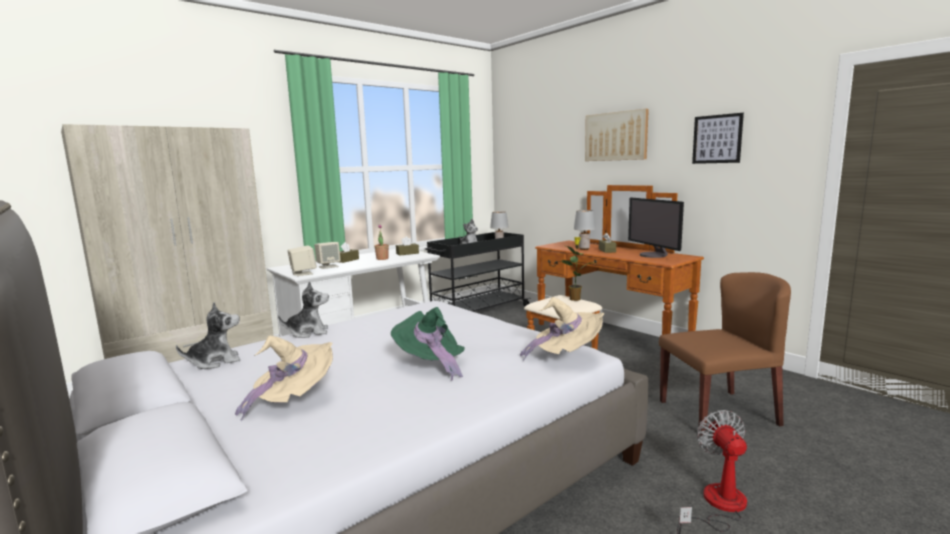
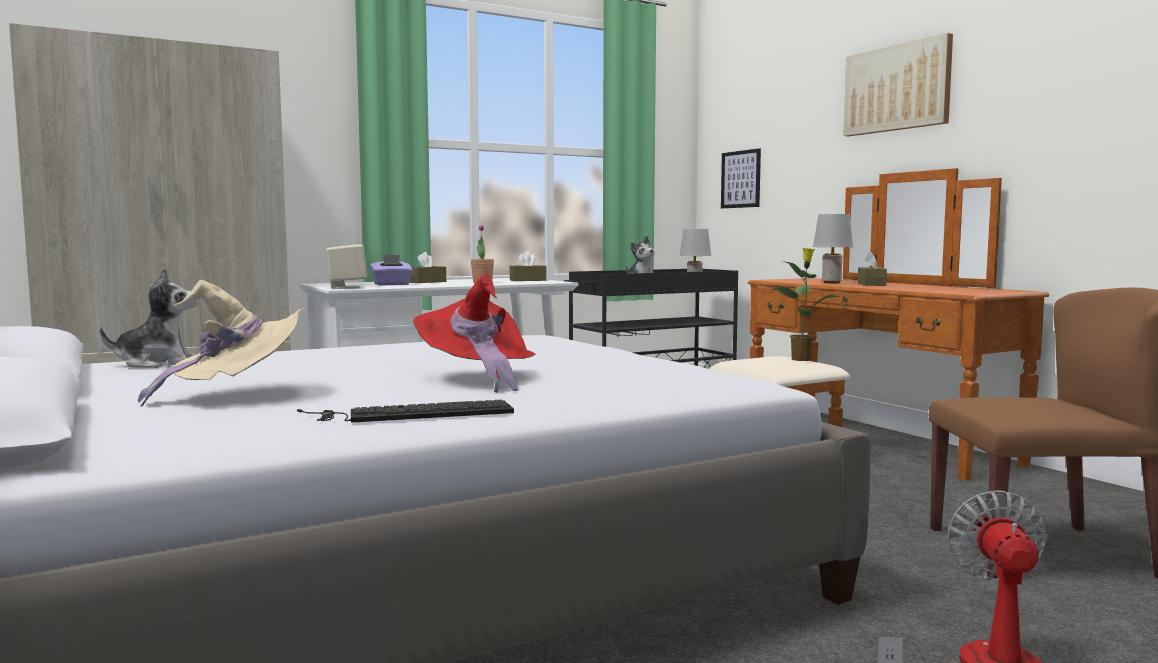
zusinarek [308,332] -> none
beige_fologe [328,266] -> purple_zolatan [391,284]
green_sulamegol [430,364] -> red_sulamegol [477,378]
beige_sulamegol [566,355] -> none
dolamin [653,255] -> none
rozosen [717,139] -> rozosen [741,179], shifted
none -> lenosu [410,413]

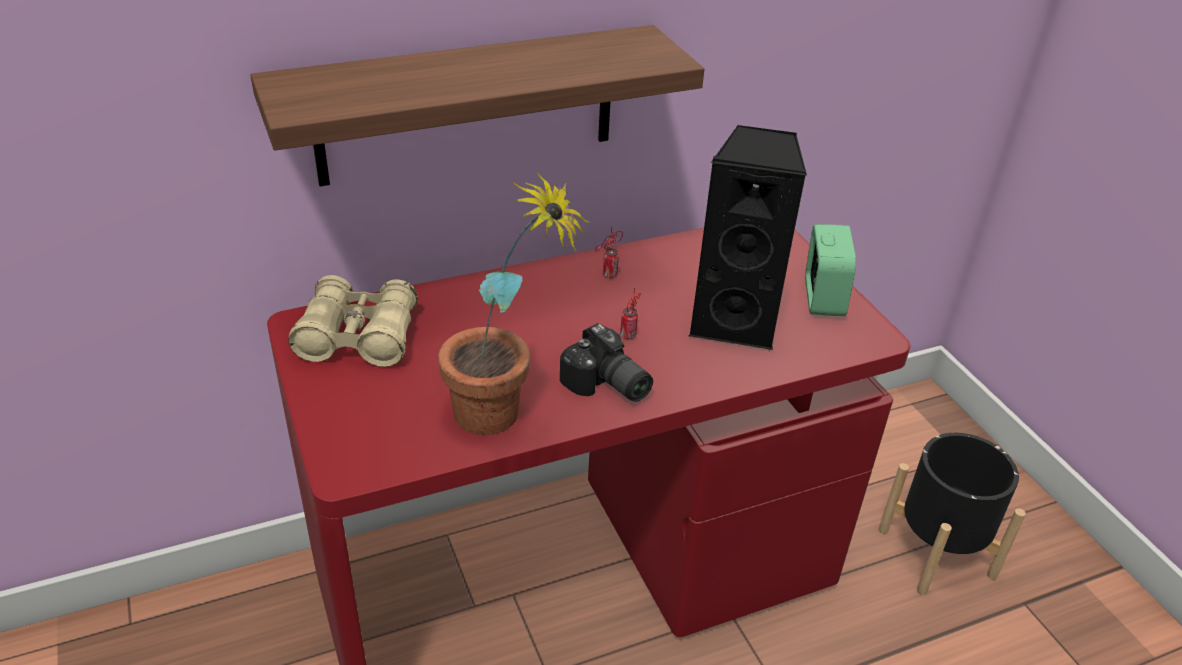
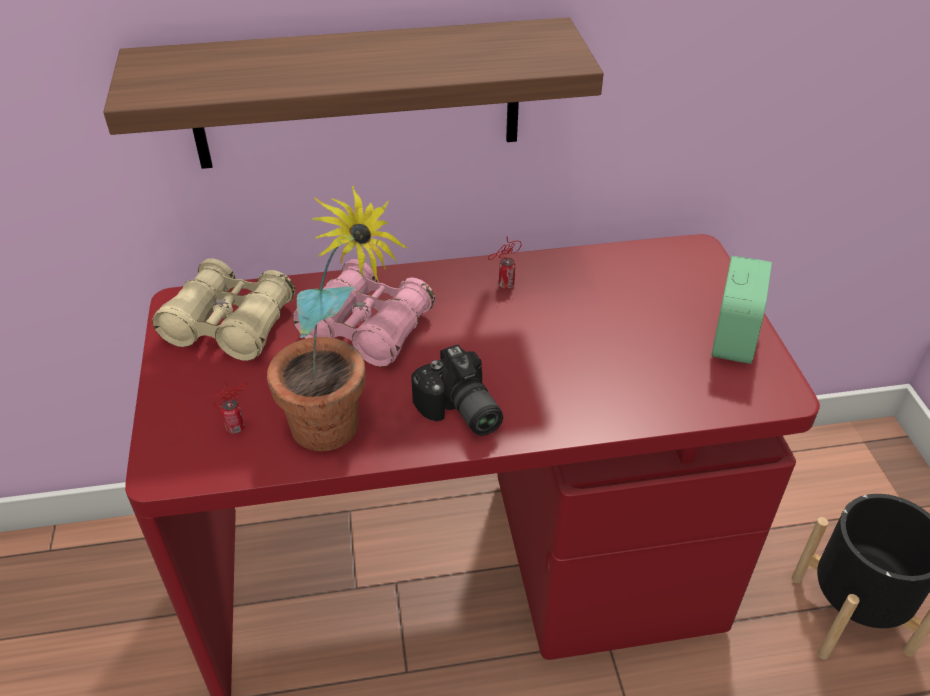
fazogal [628,334] -> fazogal [237,426], shifted
black_fologe [735,322] -> none
none -> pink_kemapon [367,328]

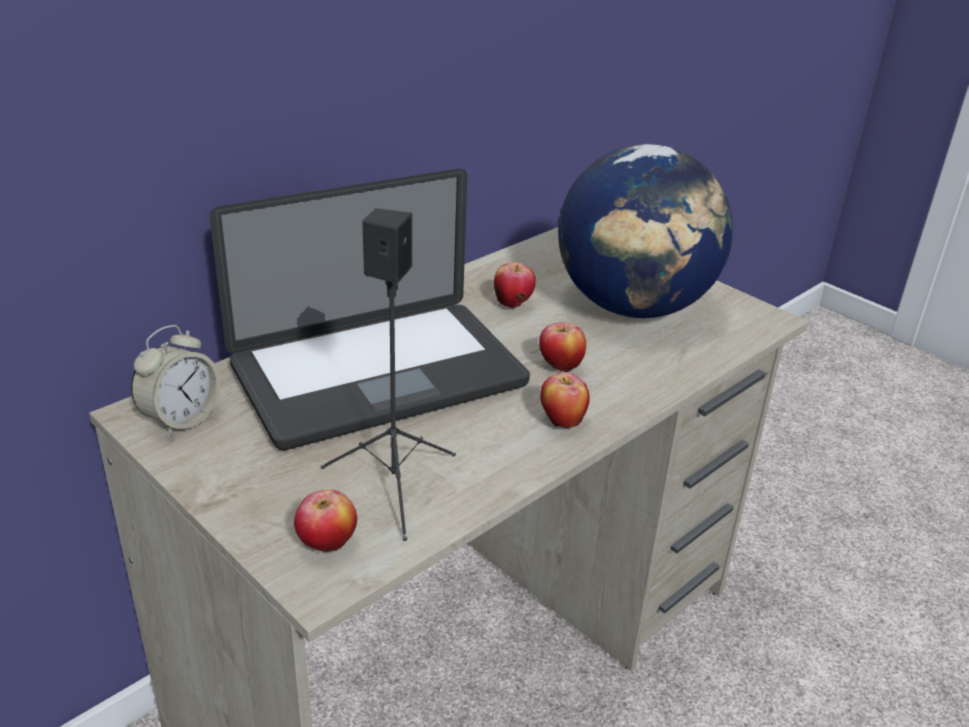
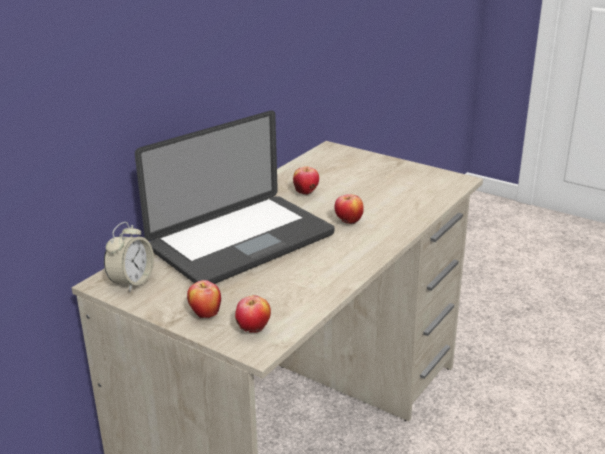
black_fologe [395,484] -> none
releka [561,421] -> releka [205,314], shifted
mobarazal [634,307] -> none

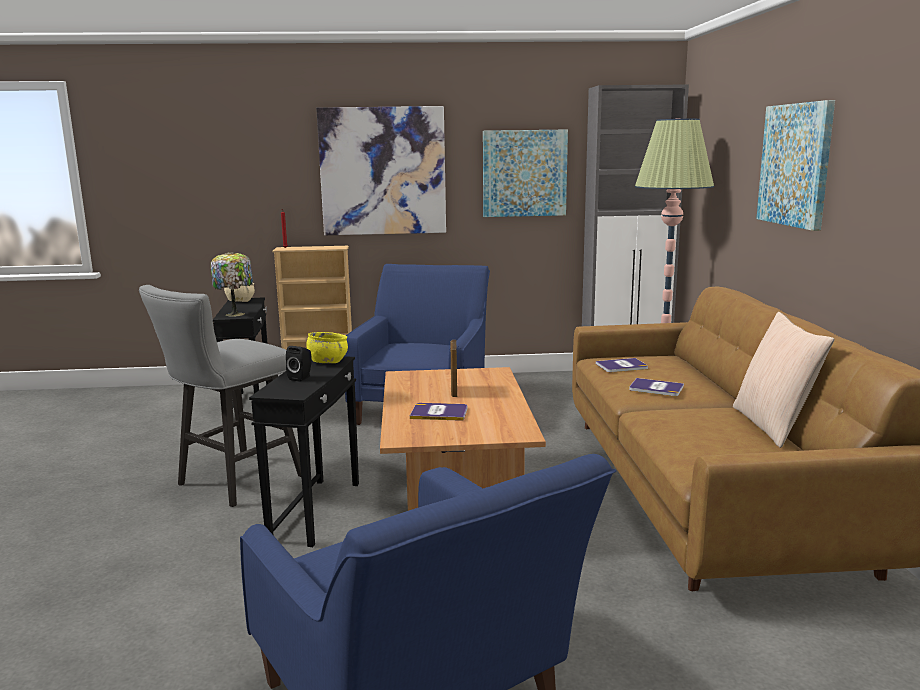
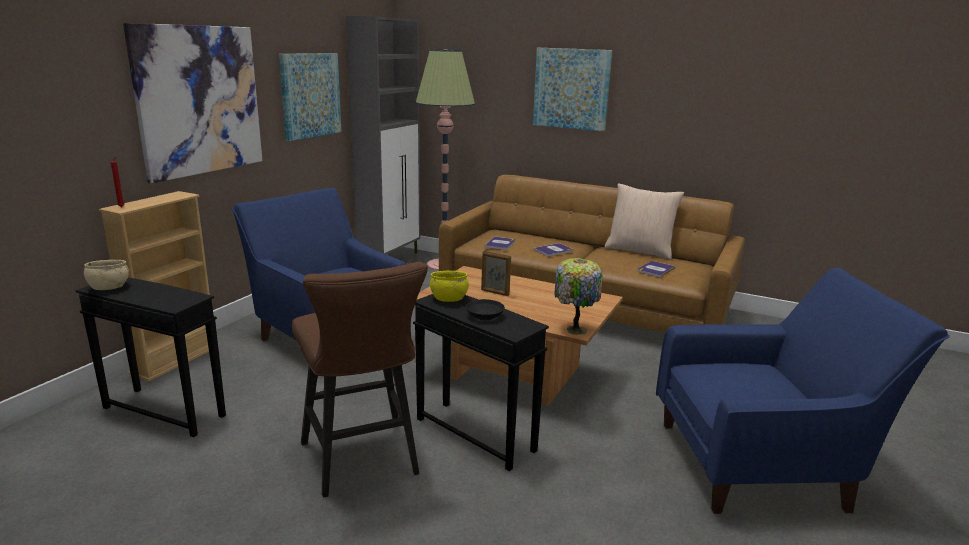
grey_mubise [233,483] -> brown_mubise [363,463]
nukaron [236,314] -> nukaron [575,329], shifted
black_fologe [301,378] -> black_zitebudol [485,315]
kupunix [439,413] -> kupunix [656,270], shifted

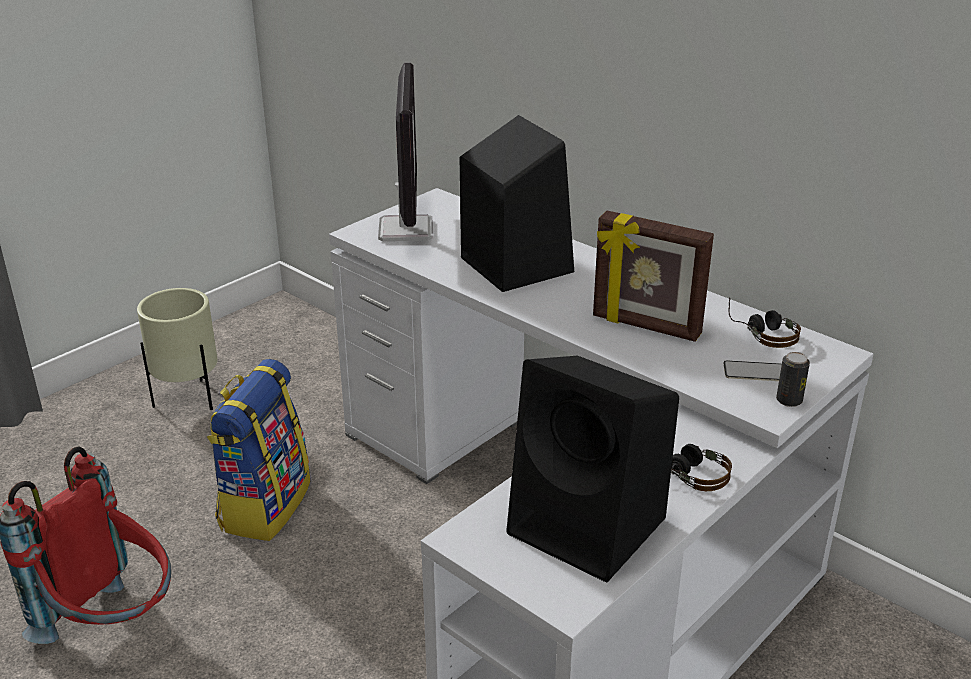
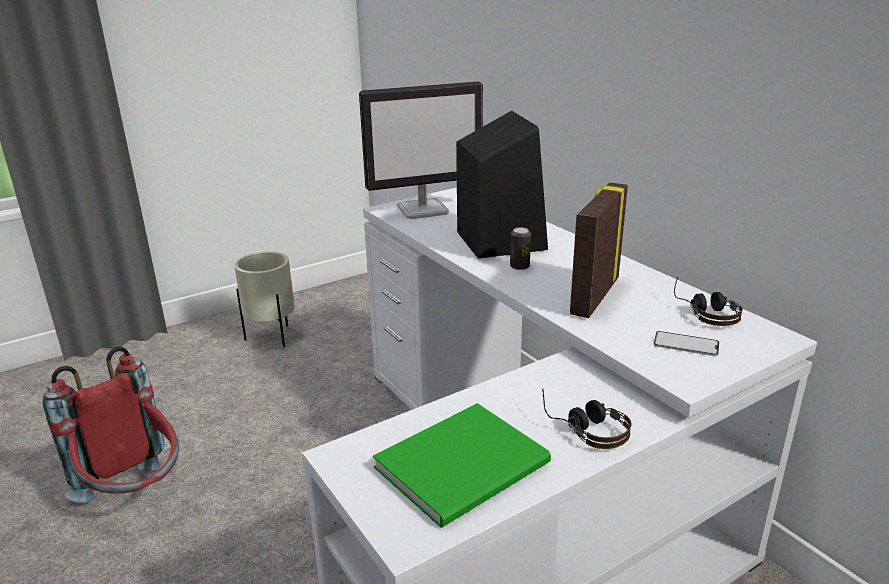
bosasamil [264,505] -> none
dolamin [405,229] -> dolamin [423,210], 60 degrees clockwise
black_fologe [591,527] -> green_kupunix [468,465]
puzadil [645,326] -> puzadil [593,296], 75 degrees clockwise
fazogal [789,400] -> fazogal [519,266], shifted

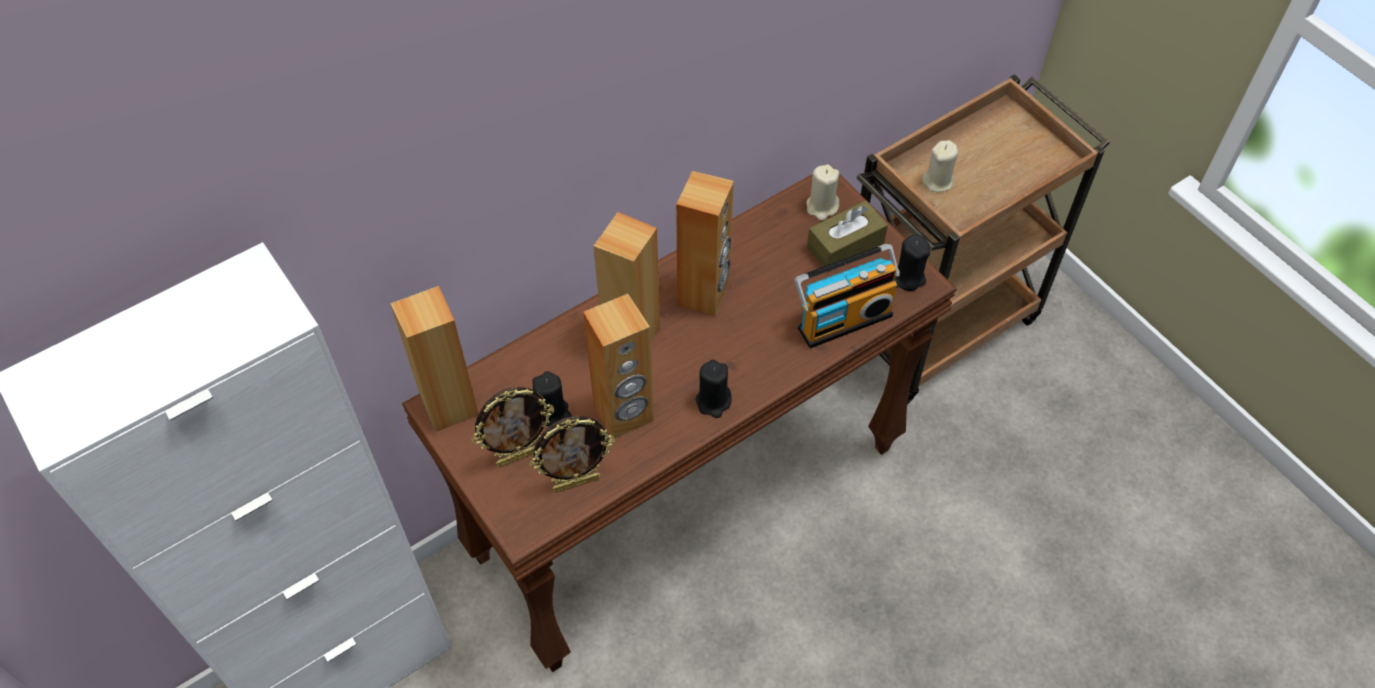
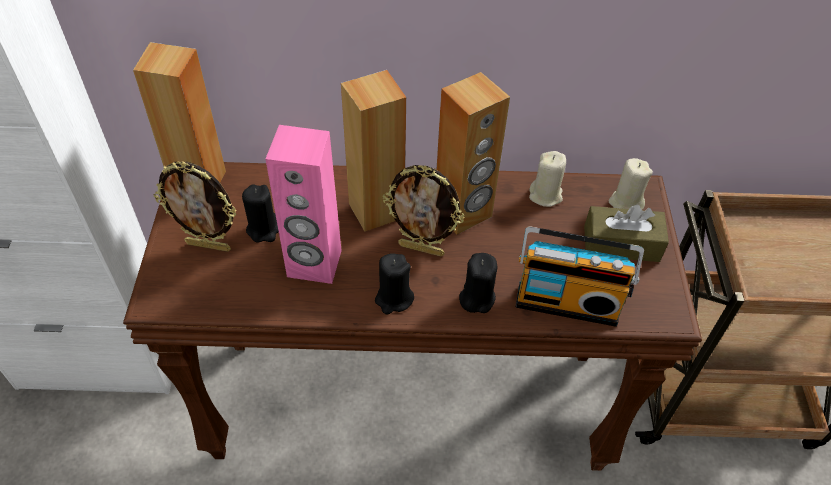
puzadil [576,483] -> puzadil [422,249], shifted
brown_fologe [624,414] -> pink_fologe [314,264]
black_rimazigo [908,277] -> black_rimazigo [476,298], shifted
beige_rimazigo [938,181] -> beige_rimazigo [545,195], shifted

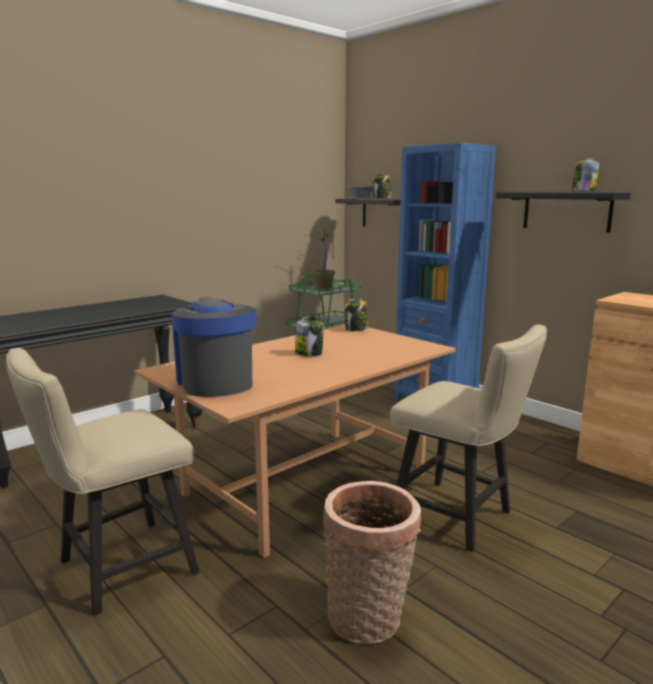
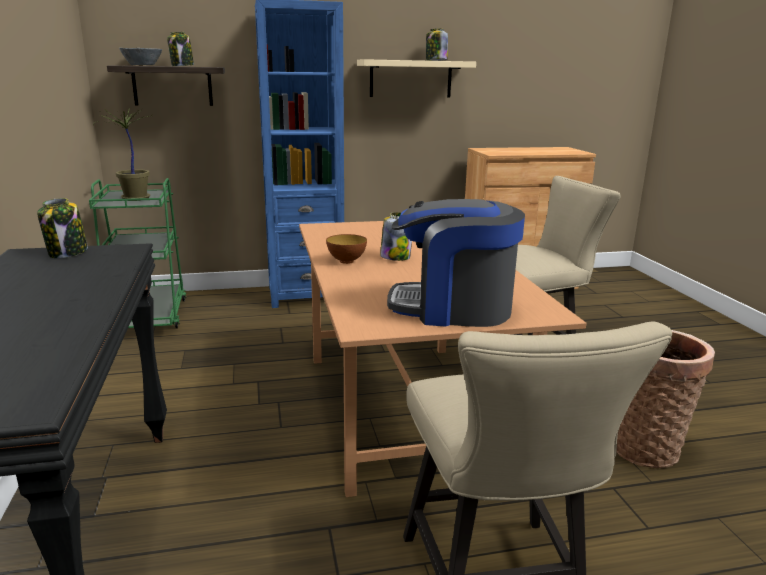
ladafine [356,329] -> ladafine [67,253], shifted
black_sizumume [566,211] -> beige_sizumume [410,79]
none -> zitebudol [346,261]

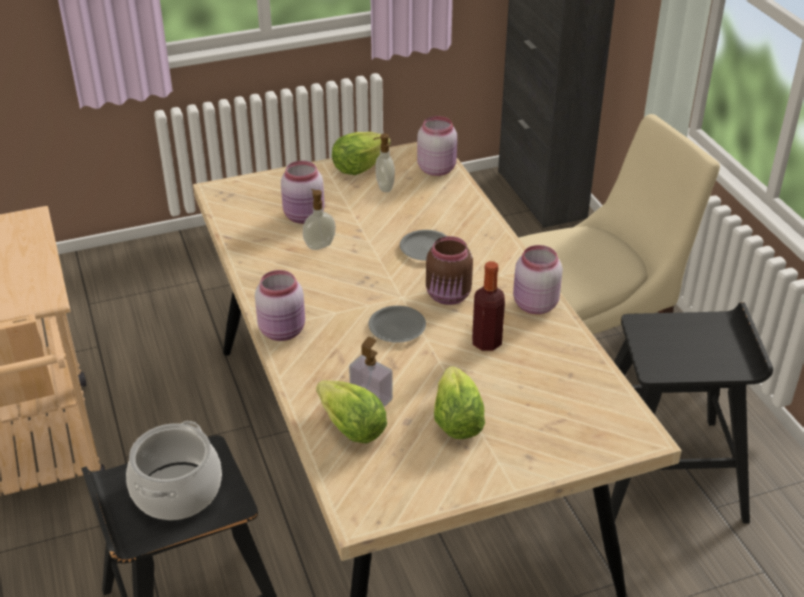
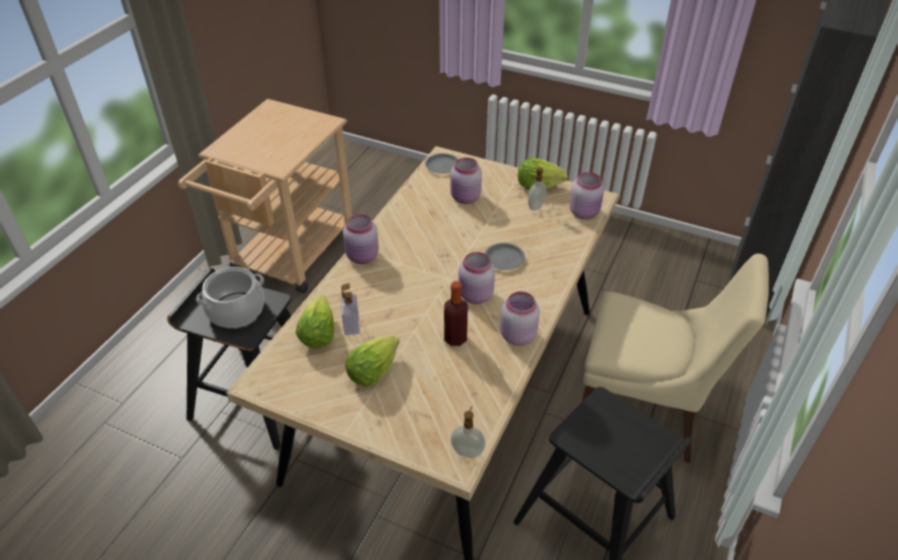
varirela [319,245] -> varirela [467,451], shifted
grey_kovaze [396,328] -> grey_kovaze [442,166], shifted
brown_ladafine [449,296] -> pink_ladafine [475,296]

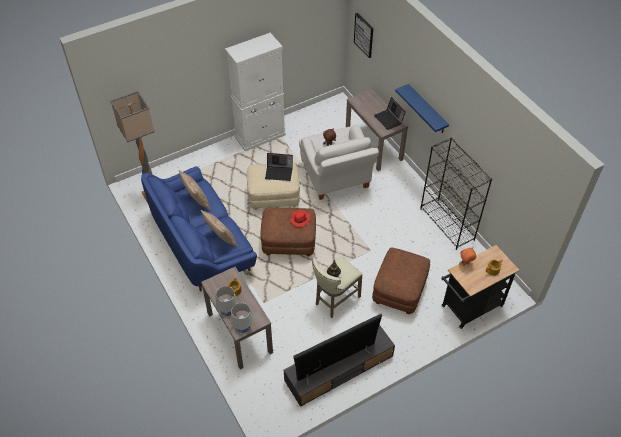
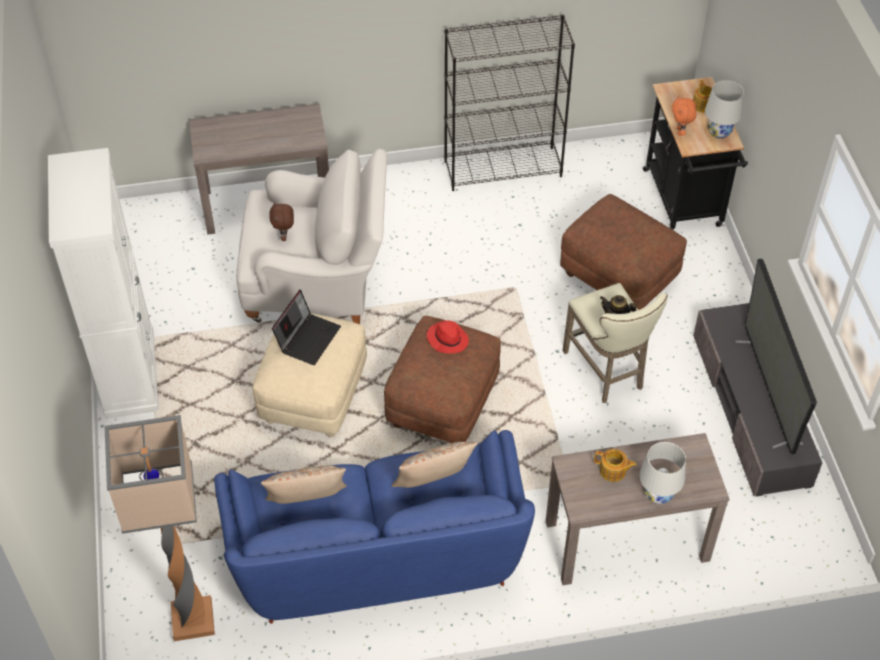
white_nukaron [243,328] -> white_nukaron [719,132], shifted
rozosen [364,35] -> none
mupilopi [389,119] -> none
blue_sizumume [427,109] -> none

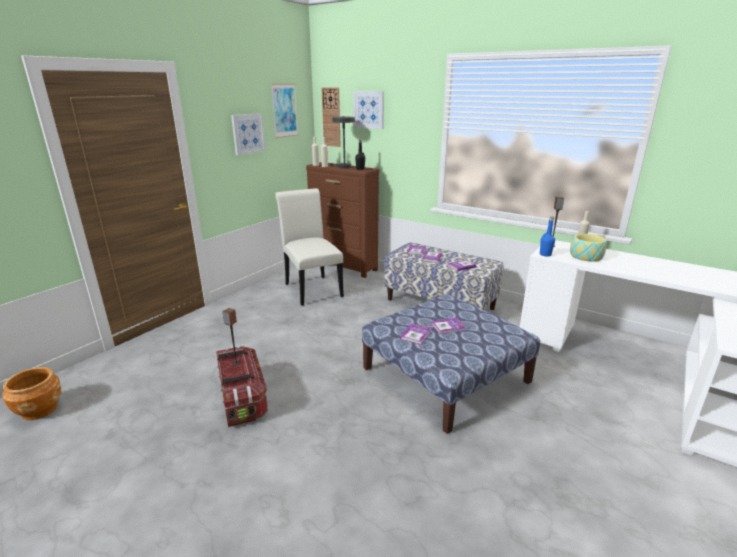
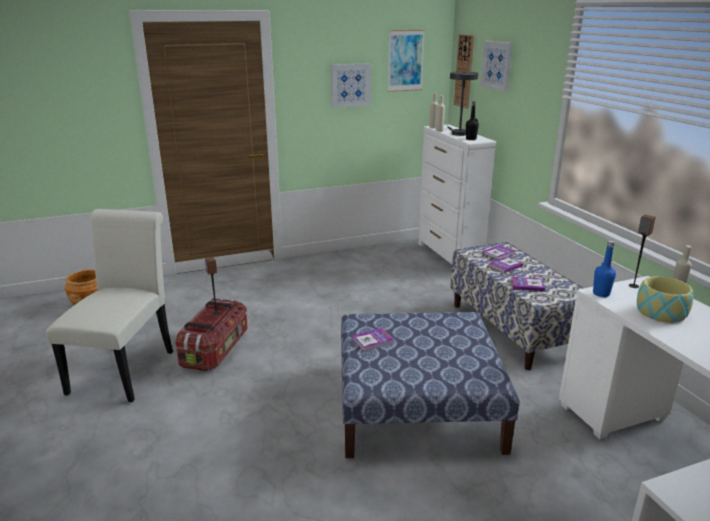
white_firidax [311,288] -> white_firidax [126,368], shifted
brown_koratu [344,267] -> white_koratu [449,256]
kupunix [448,327] -> none

